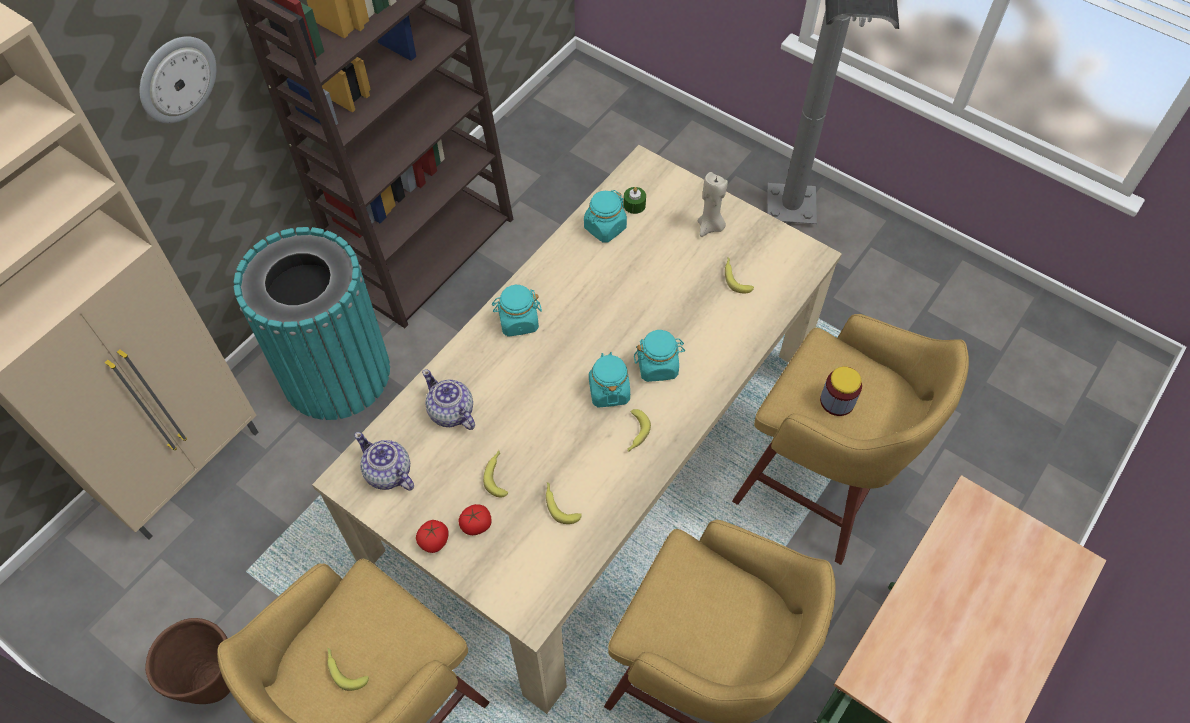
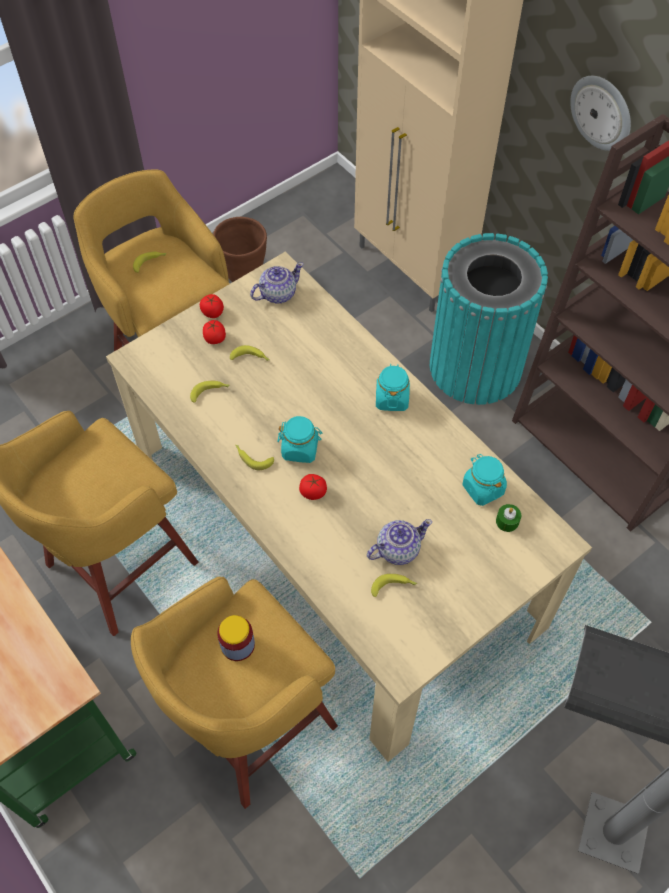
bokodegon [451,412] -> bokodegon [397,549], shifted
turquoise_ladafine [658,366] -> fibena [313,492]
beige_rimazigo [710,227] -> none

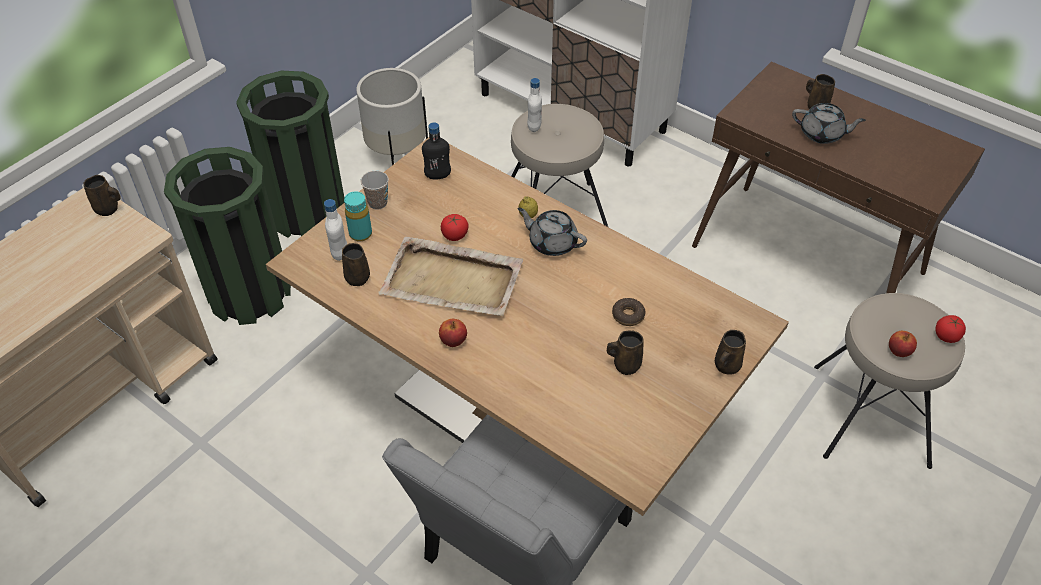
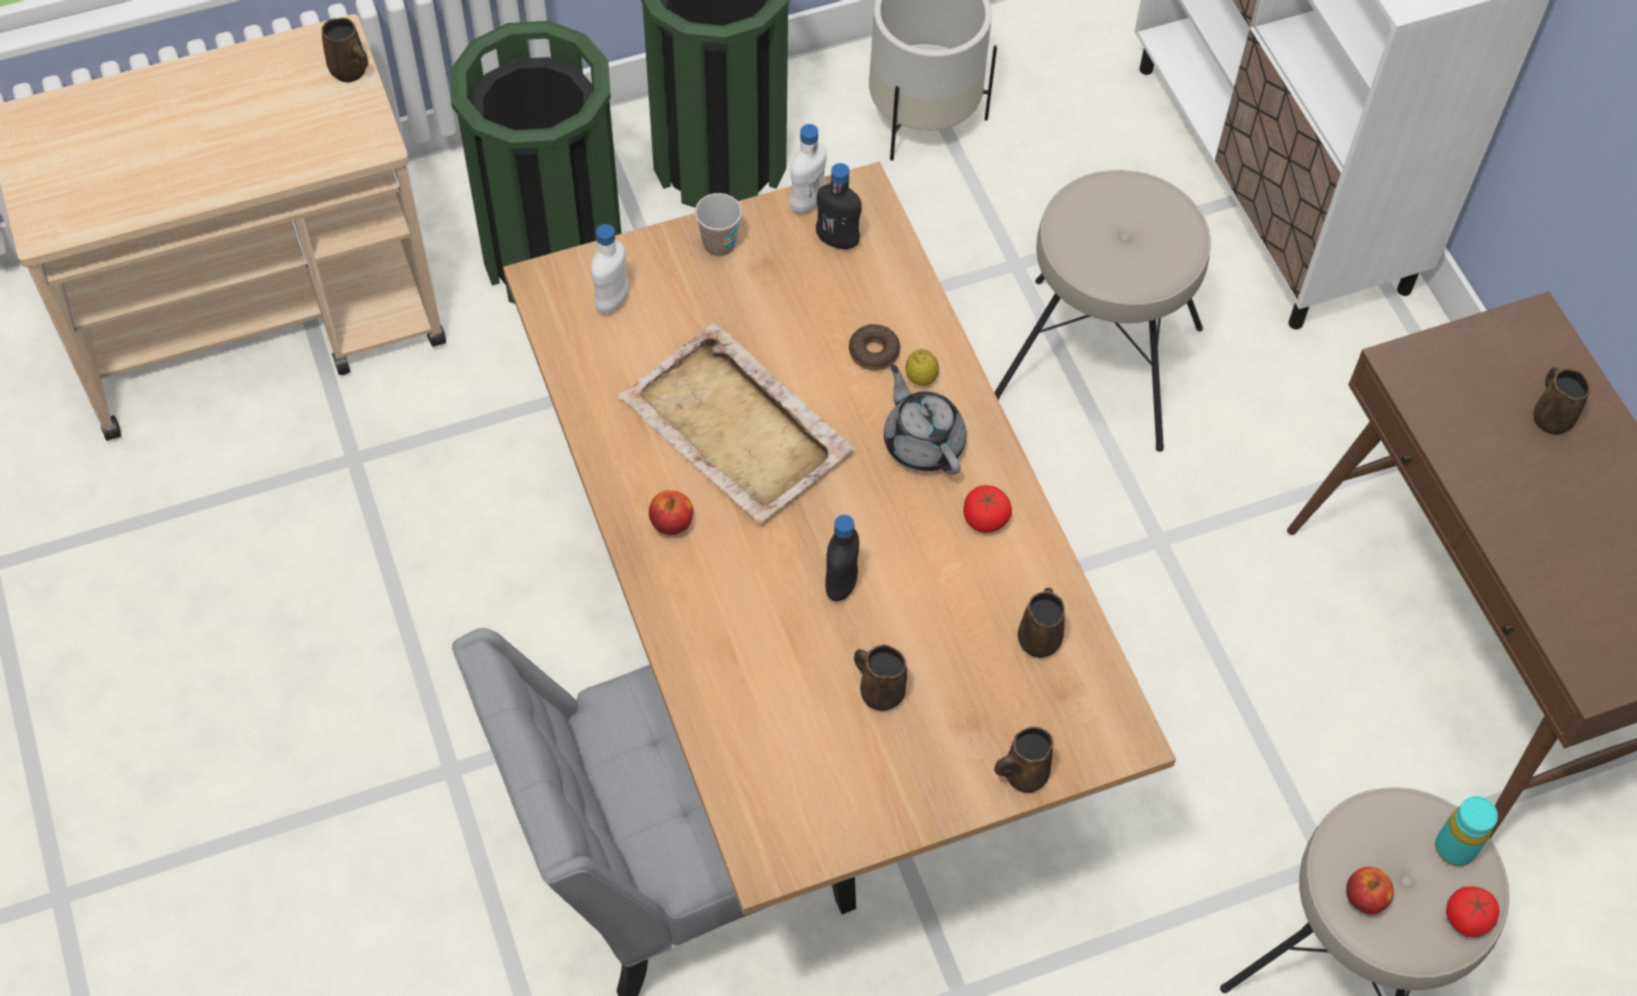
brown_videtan [357,277] -> brown_videtan [1039,638], shifted
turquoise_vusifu [360,234] -> turquoise_vusifu [1454,848], shifted
fibena [455,235] -> fibena [985,519], shifted
white_vusifu [534,127] -> white_vusifu [807,202], shifted
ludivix [628,315] -> ludivix [874,352], shifted
grey_bokodegon [822,134] -> none
none -> black_vusifu [841,584]

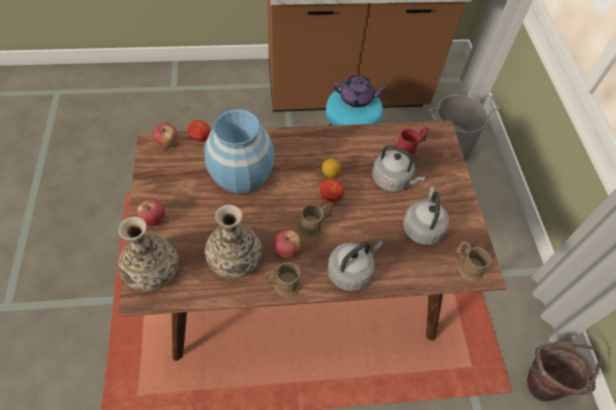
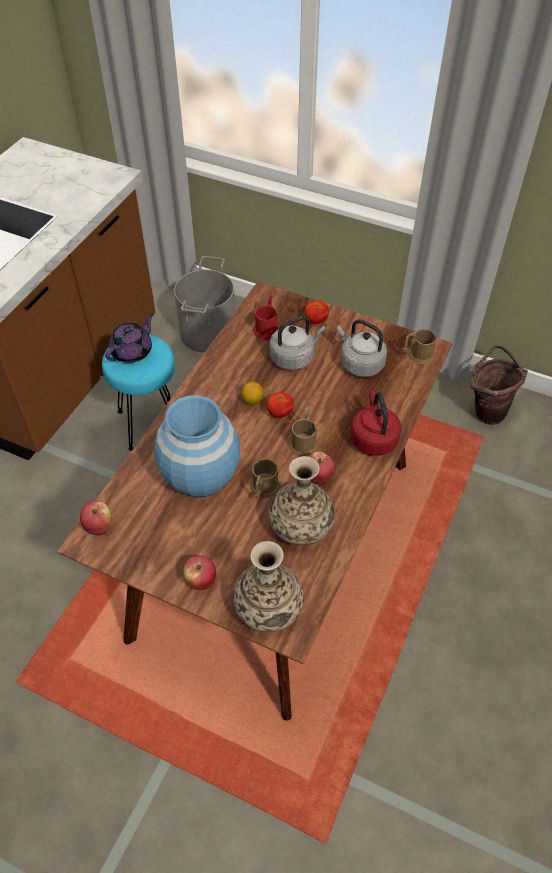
fibena [200,138] -> fibena [316,320], shifted
brown_videtan [283,284] -> brown_videtan [263,489], shifted
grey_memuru [351,271] -> red_memuru [373,438]

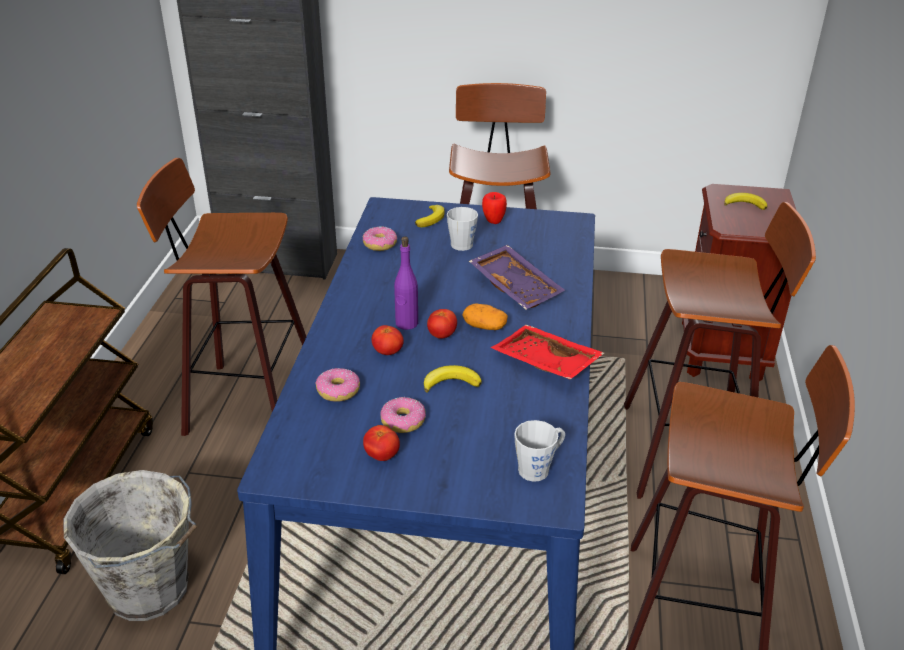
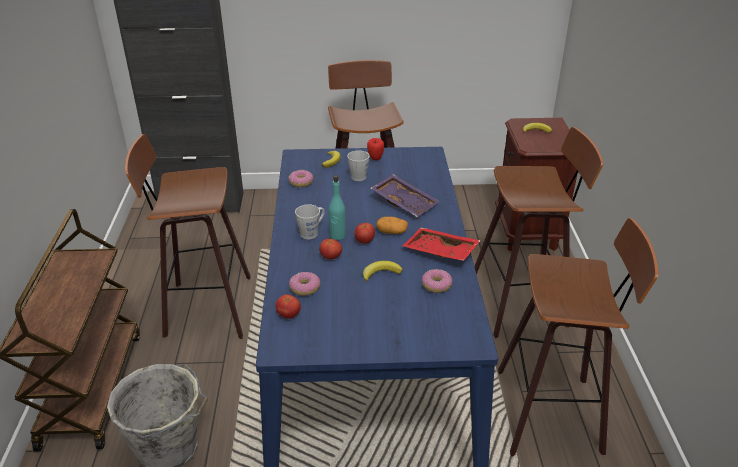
fibena [382,455] -> fibena [289,315], shifted
ludivix [403,421] -> ludivix [436,285], shifted
purple_vusifu [406,323] -> turquoise_vusifu [337,236]
grey_videtan [539,468] -> grey_videtan [312,232], shifted

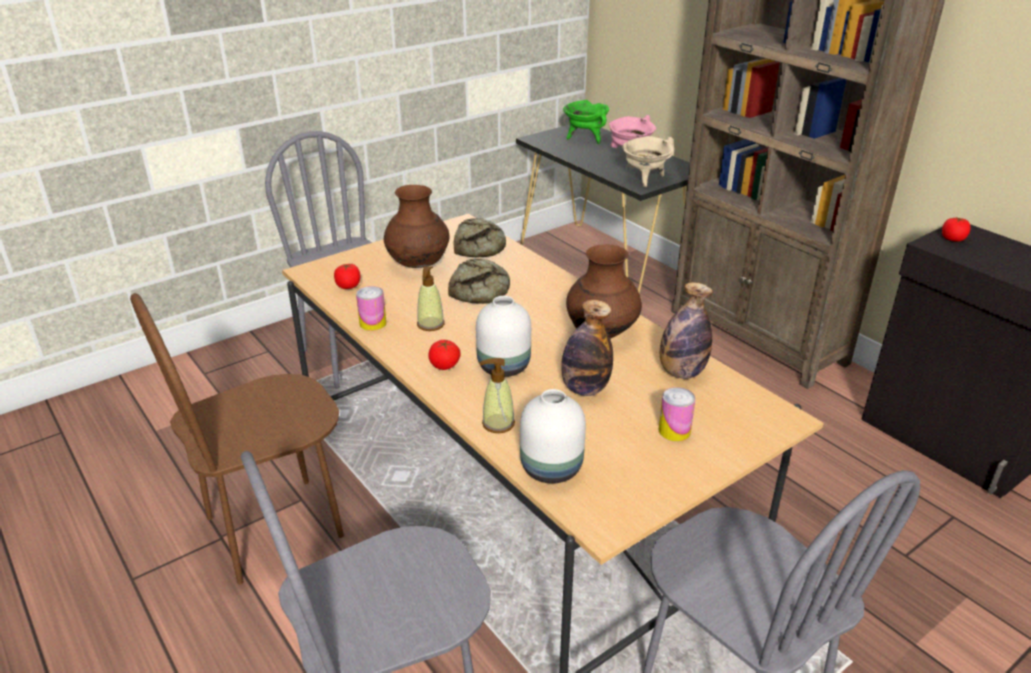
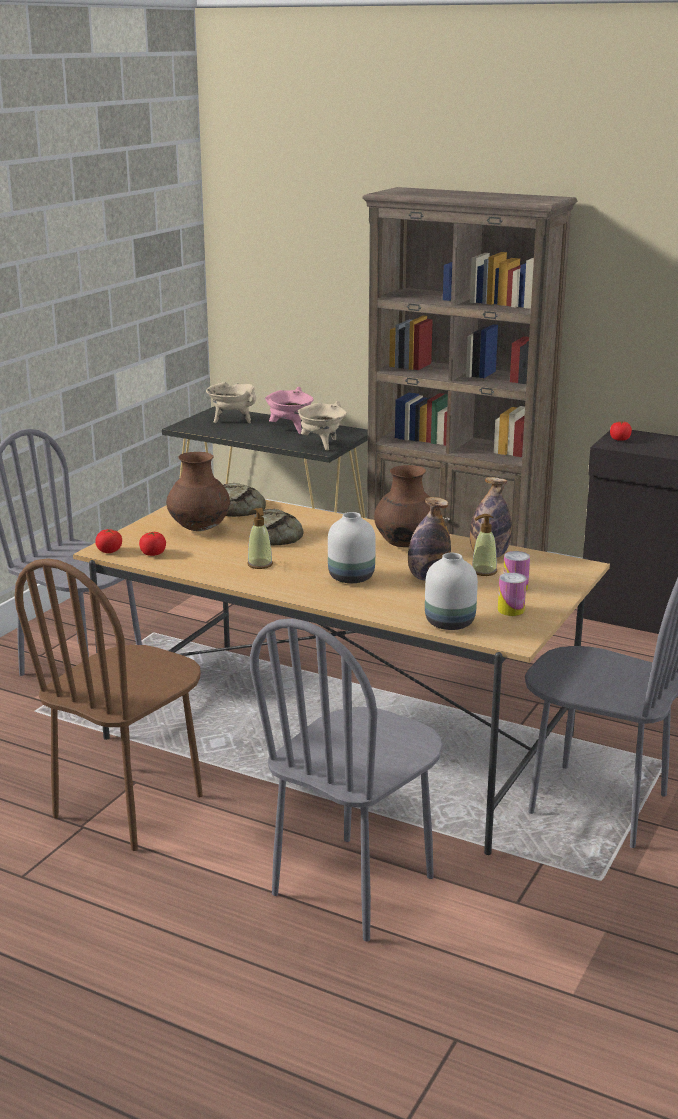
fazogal [373,323] -> fazogal [511,610], shifted
fibena [444,365] -> fibena [109,551], shifted
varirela [498,423] -> varirela [483,571], shifted
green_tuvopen [585,138] -> beige_tuvopen [232,420]

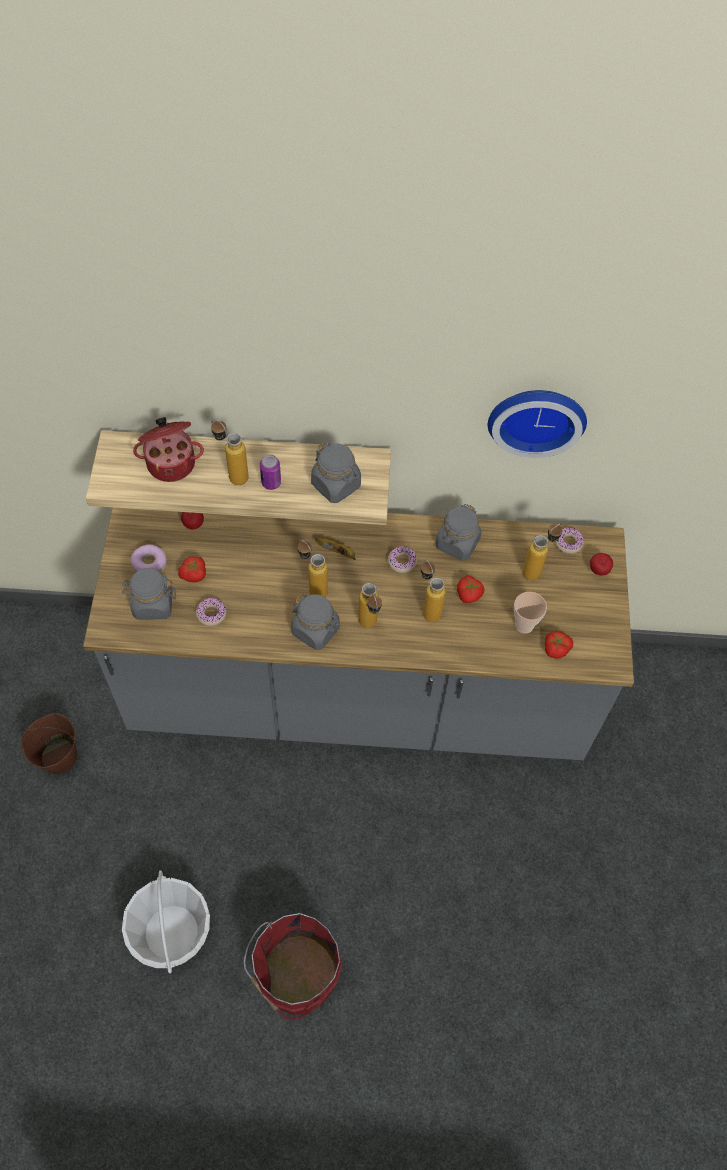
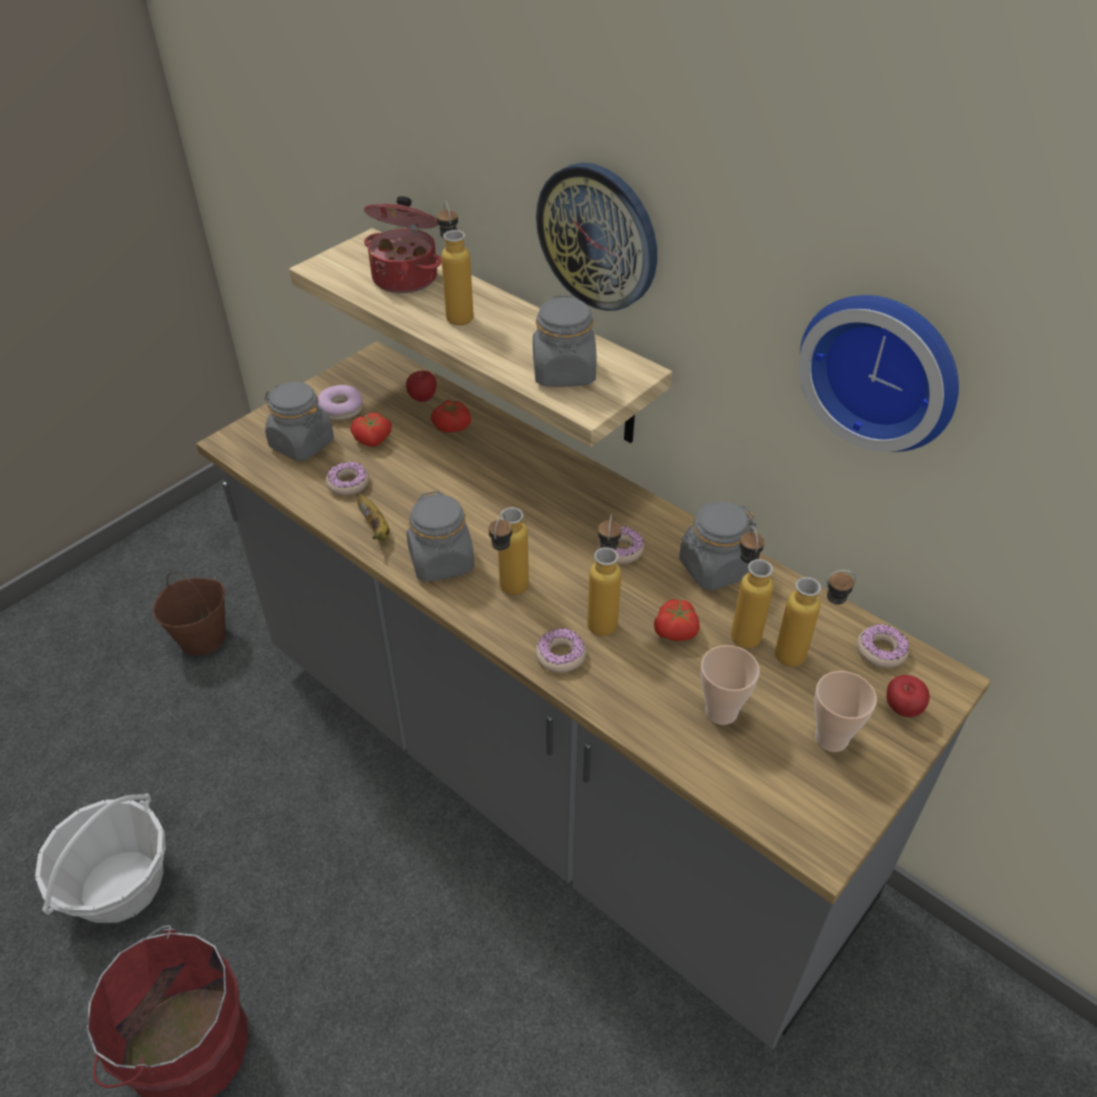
fazogal [271,483] -> none
vusifu [312,587] -> vusifu [741,628], shifted
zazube [337,552] -> zazube [376,528], shifted
fibena [555,648] -> fibena [452,426], shifted
none -> ludivix [560,655]
none -> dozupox [598,237]
none -> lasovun [831,738]

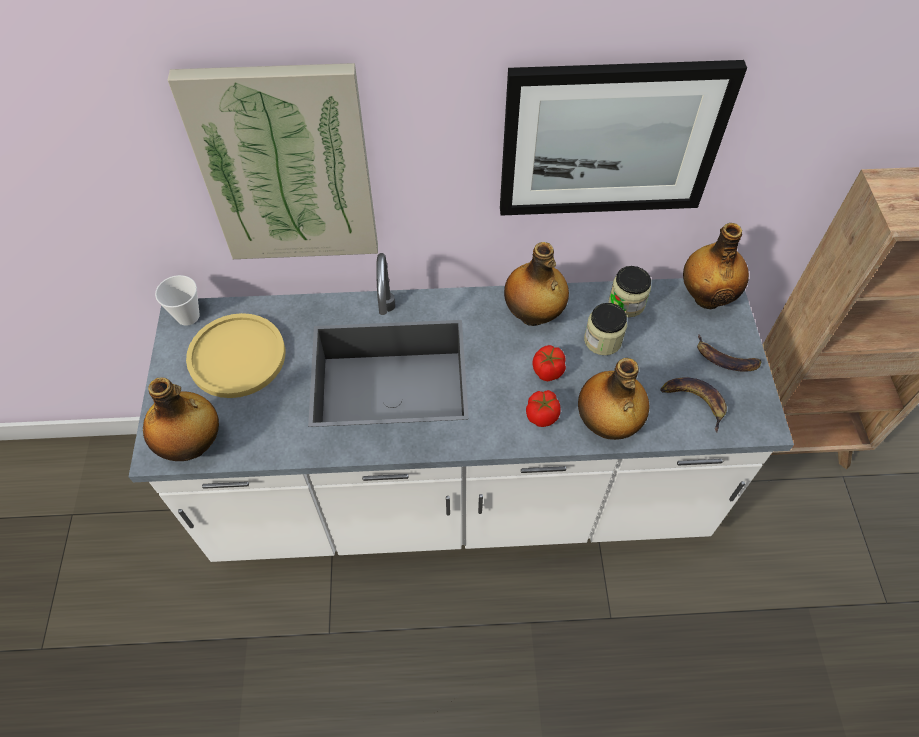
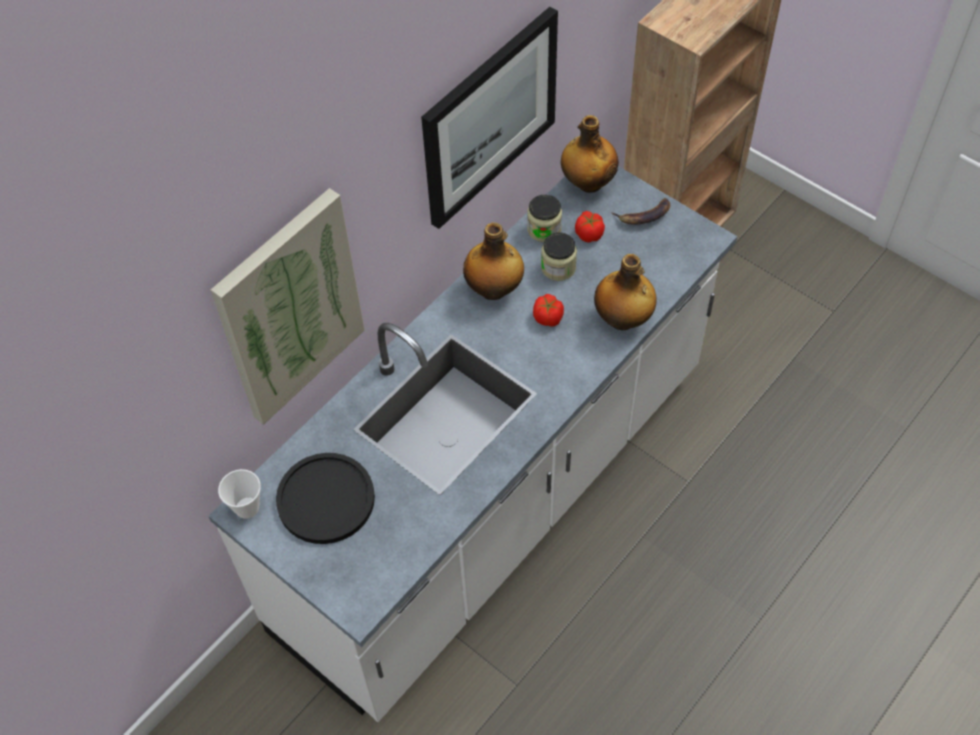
vusifu [193,445] -> none
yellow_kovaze [237,356] -> black_kovaze [326,499]
fibena [542,415] -> fibena [589,234], shifted
zazube [695,402] -> none

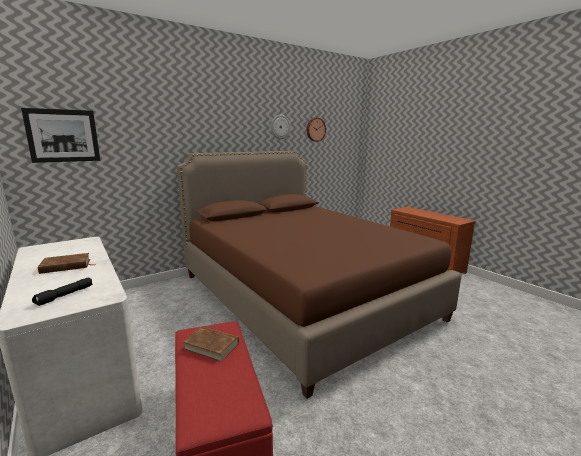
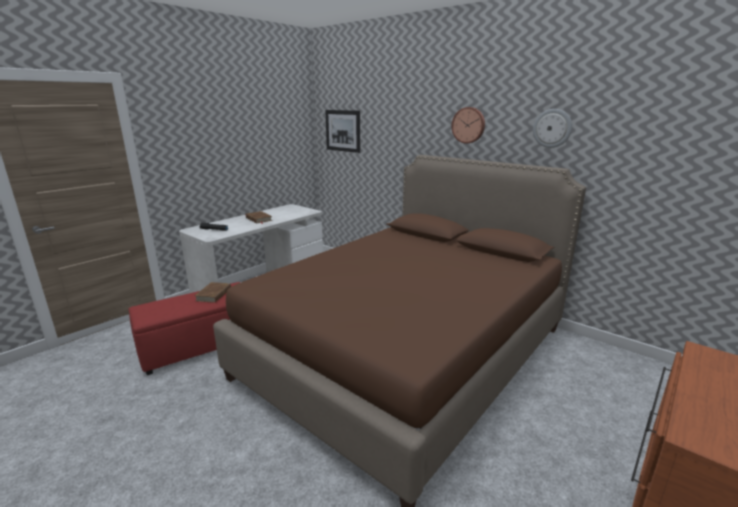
dozupox [315,129] -> dozupox [468,125], shifted

